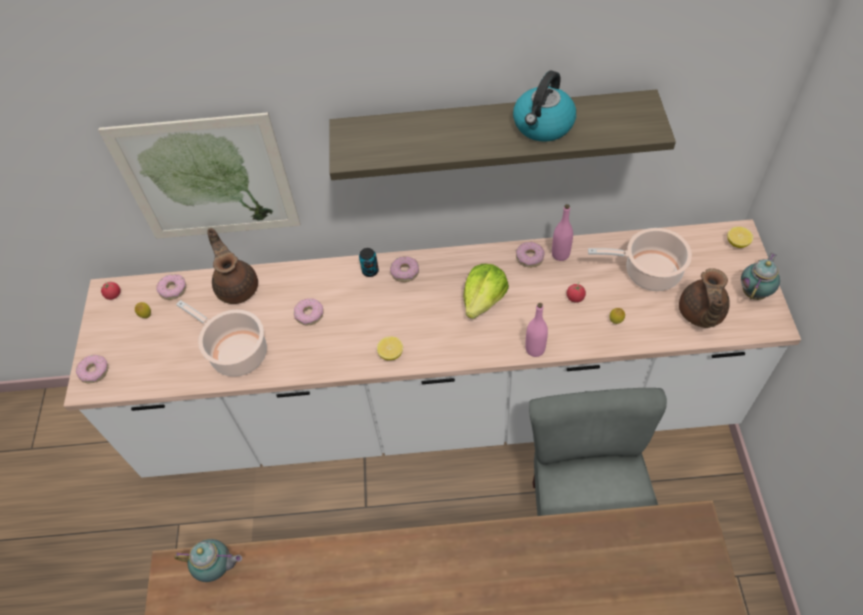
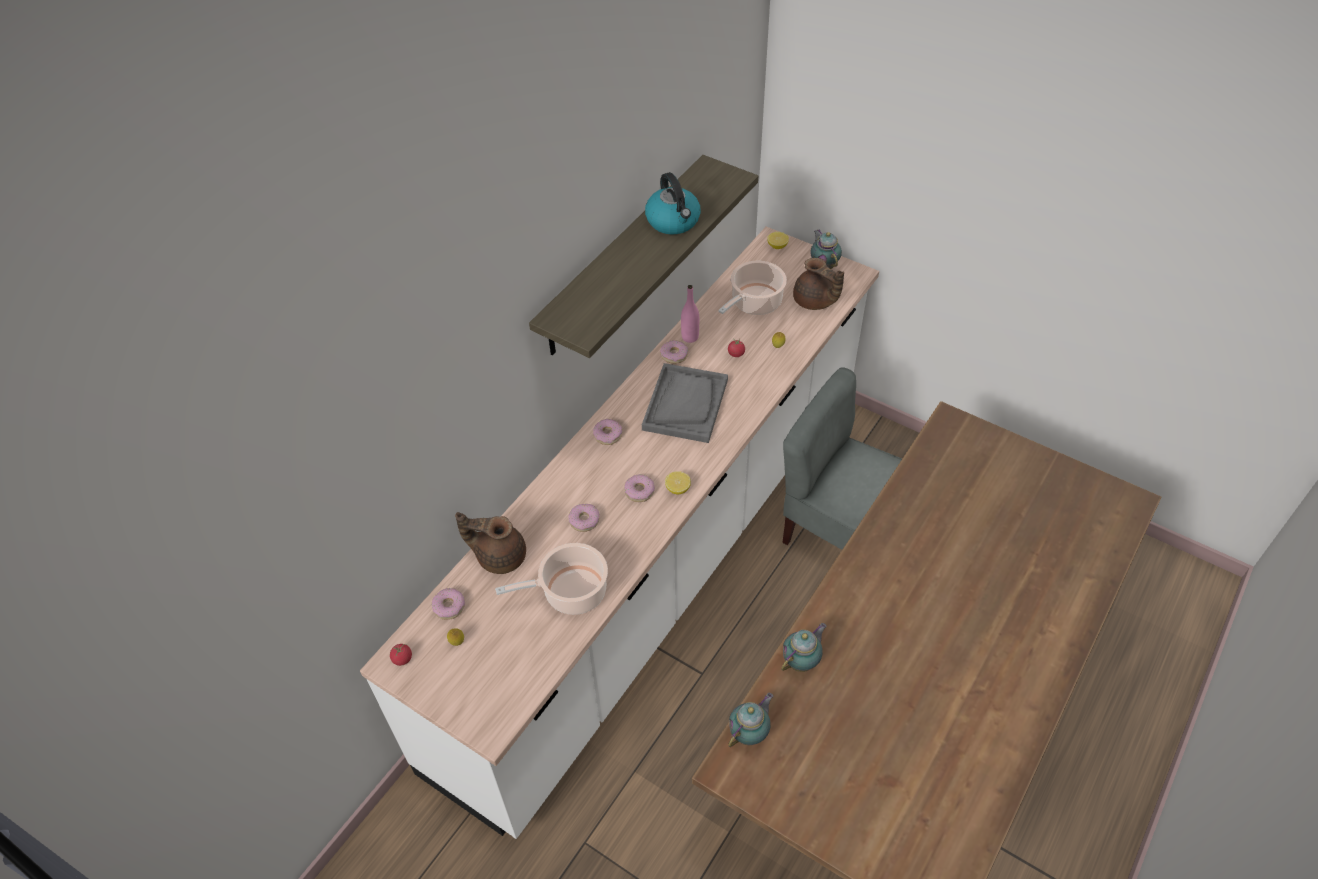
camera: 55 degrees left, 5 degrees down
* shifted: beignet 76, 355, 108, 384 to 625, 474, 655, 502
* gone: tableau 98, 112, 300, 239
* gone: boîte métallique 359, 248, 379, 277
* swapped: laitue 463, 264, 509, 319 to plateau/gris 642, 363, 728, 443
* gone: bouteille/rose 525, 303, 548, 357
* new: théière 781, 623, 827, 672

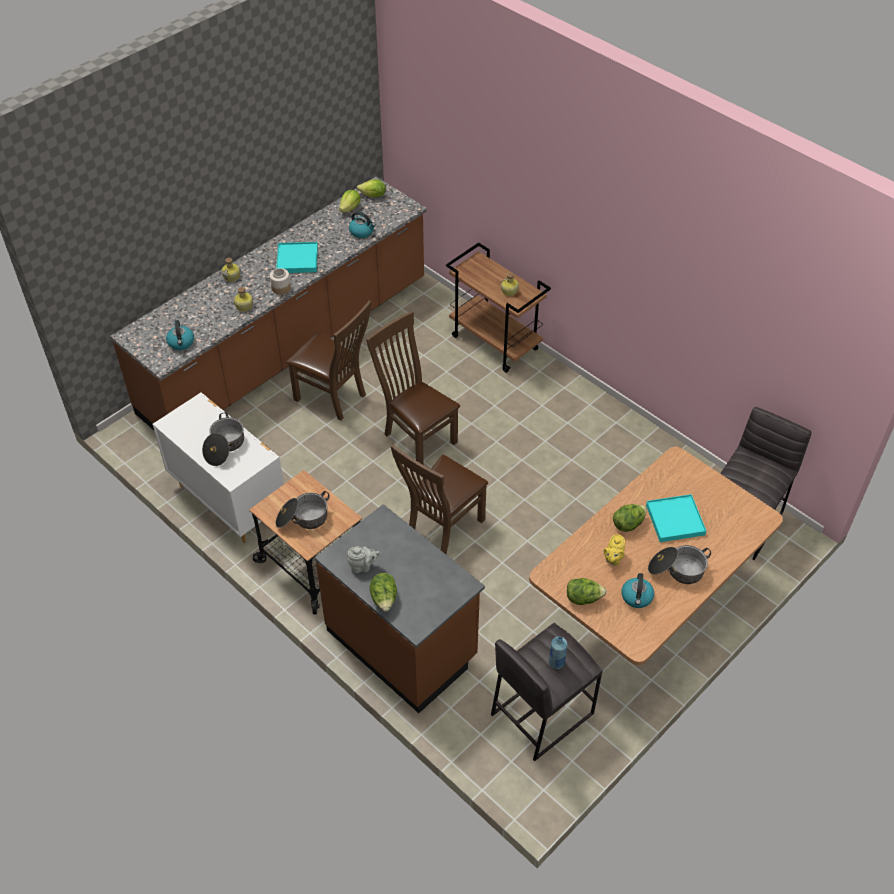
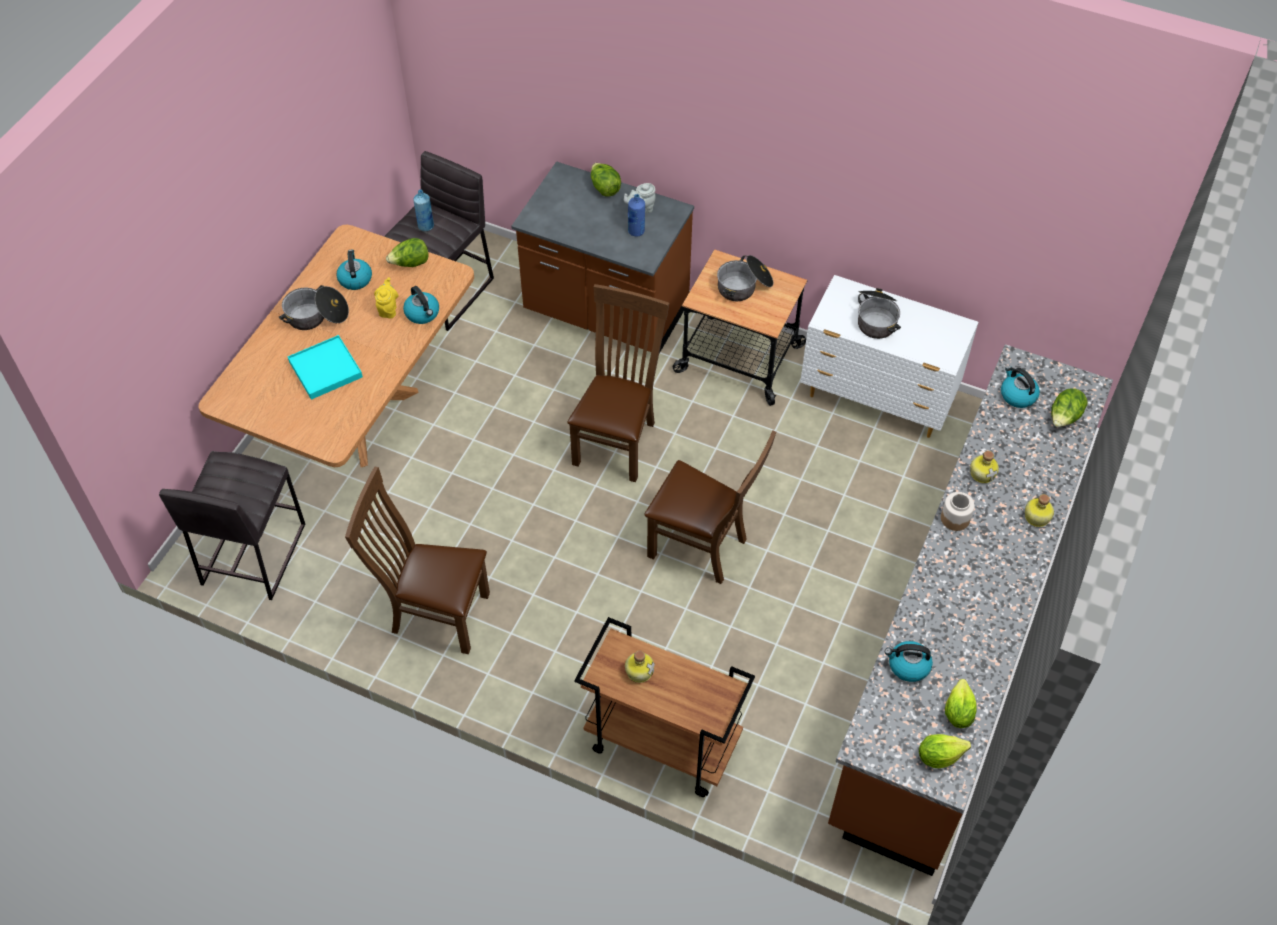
camera: 160 degrees right, 5 degrees up
* gone: plateau/turquoise 276, 242, 318, 273
* shifted: chaise/marron 286, 300, 372, 421 to 345, 466, 490, 654
* shifted: laitue 613, 504, 647, 532 to 1051, 389, 1088, 427
* new: bouilloire 403, 286, 439, 324
* new: bouteille/bleu 628, 194, 645, 237

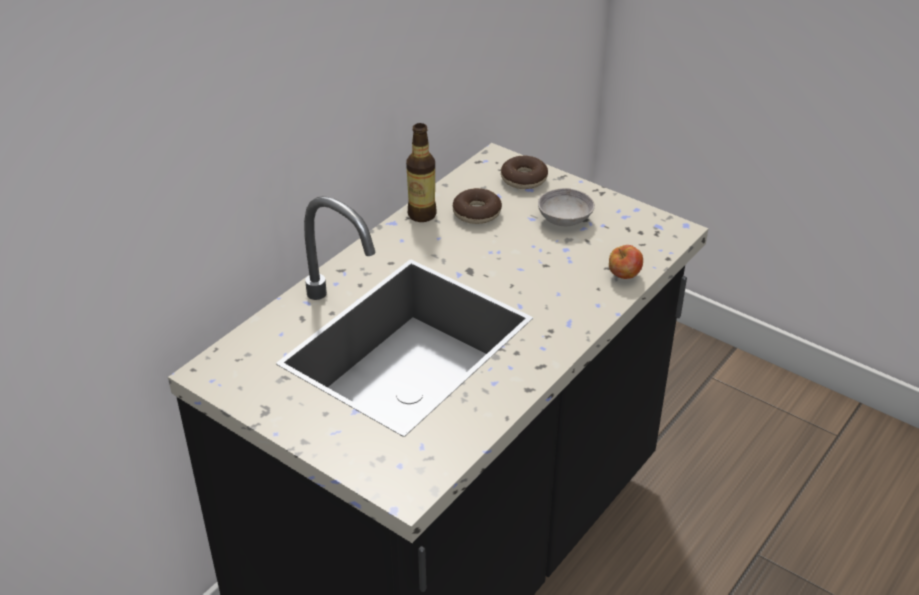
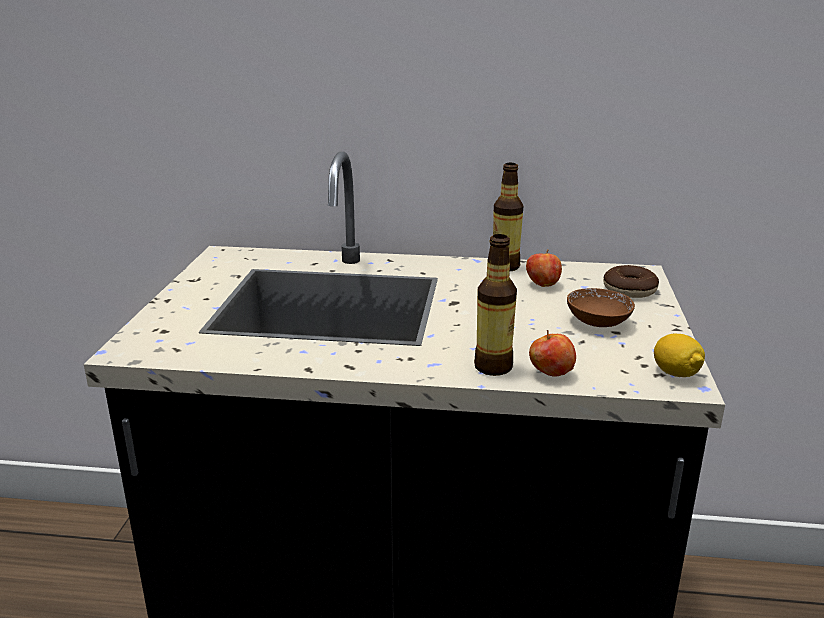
camera: 60 degrees right, 15 degrees down
* swapped: beignet 453, 188, 502, 224 to pomme 526, 249, 562, 287
* repainted: bol/gris 538, 188, 595, 226 to bol/marron 567, 288, 635, 327
* new: bouteille 474, 234, 517, 376
* new: citron 654, 334, 705, 377

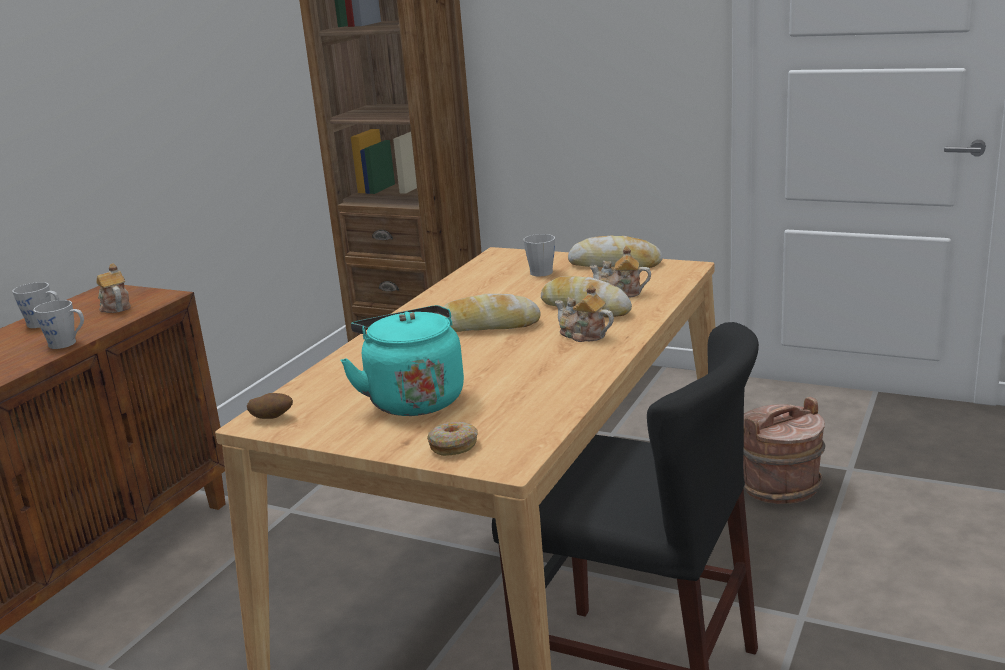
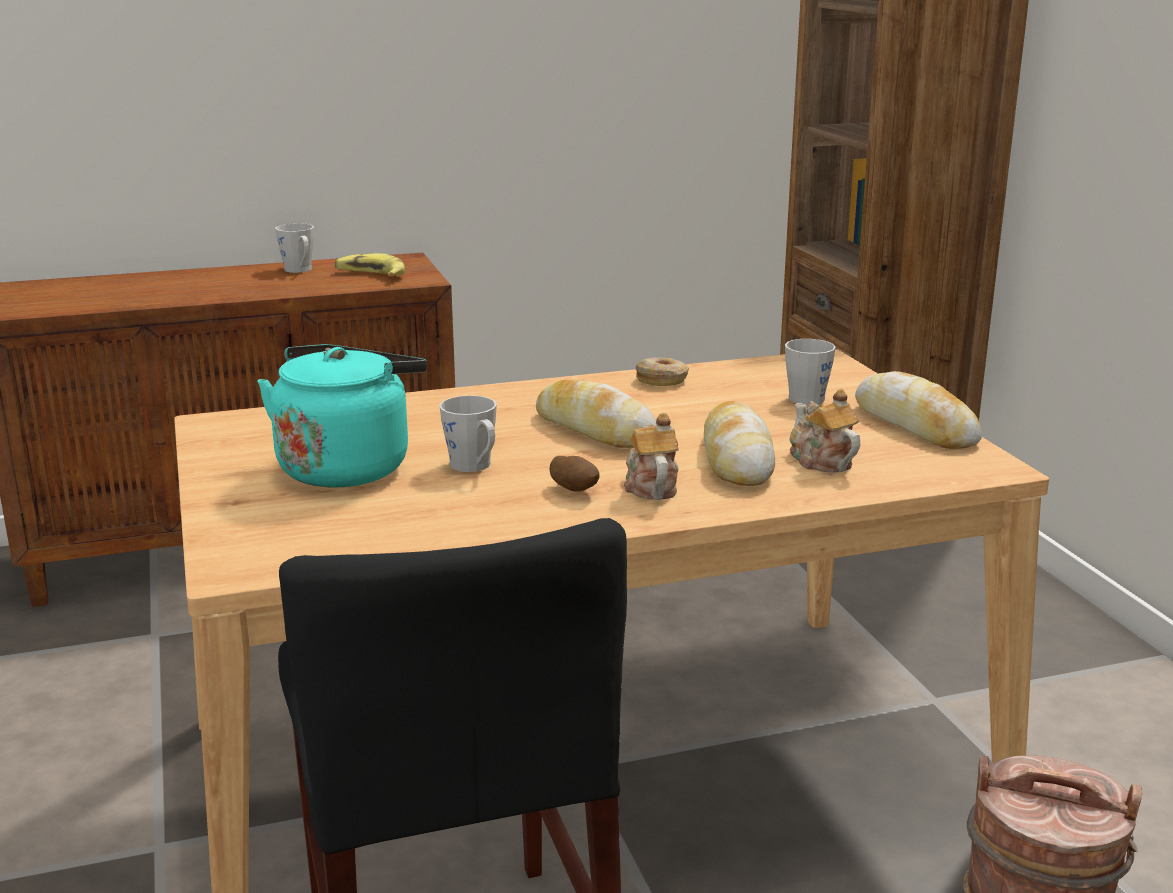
camera: 45 degrees right, 0 degrees up
* shifted: mug/gris 33, 300, 84, 349 to 439, 395, 497, 472
* swapped: théière 96, 263, 131, 313 to banane 335, 253, 405, 277
* shifted: pomme de terre 247, 393, 293, 419 to 550, 456, 600, 492
* shifted: beignet 427, 422, 478, 456 to 636, 357, 689, 386

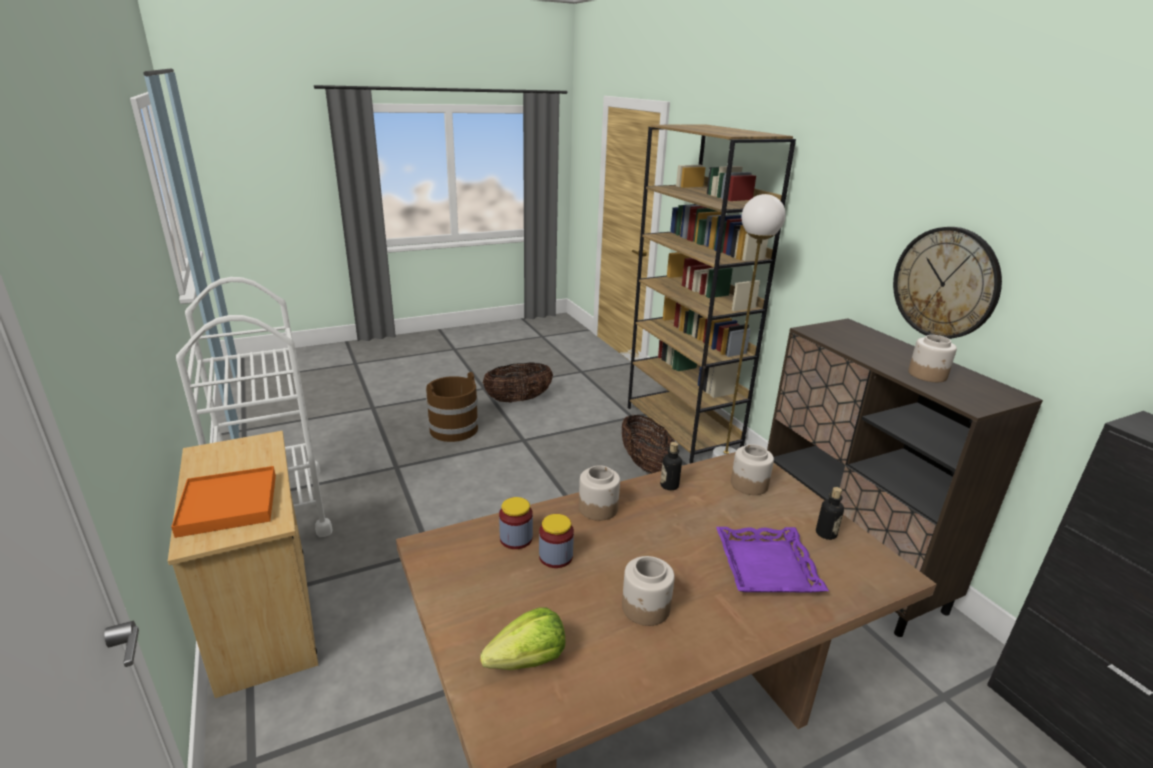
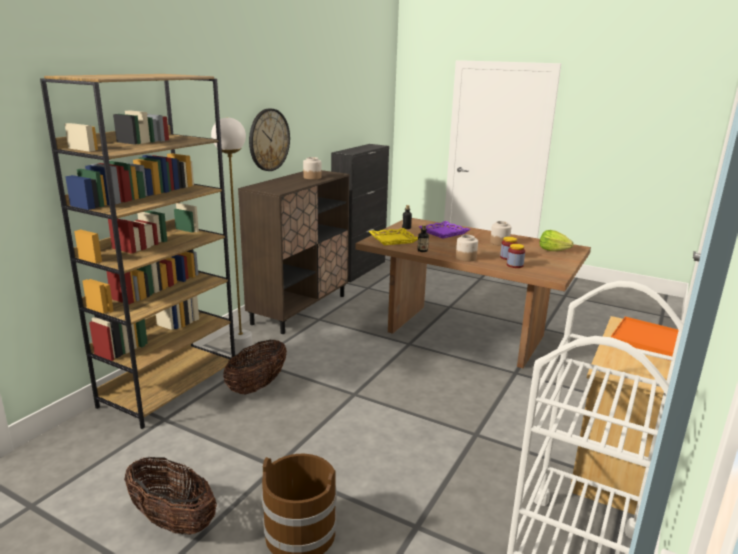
camera: 125 degrees left, 5 degrees down
* swapped: bocal 731, 444, 774, 495 to plateau/jaune 369, 228, 418, 245

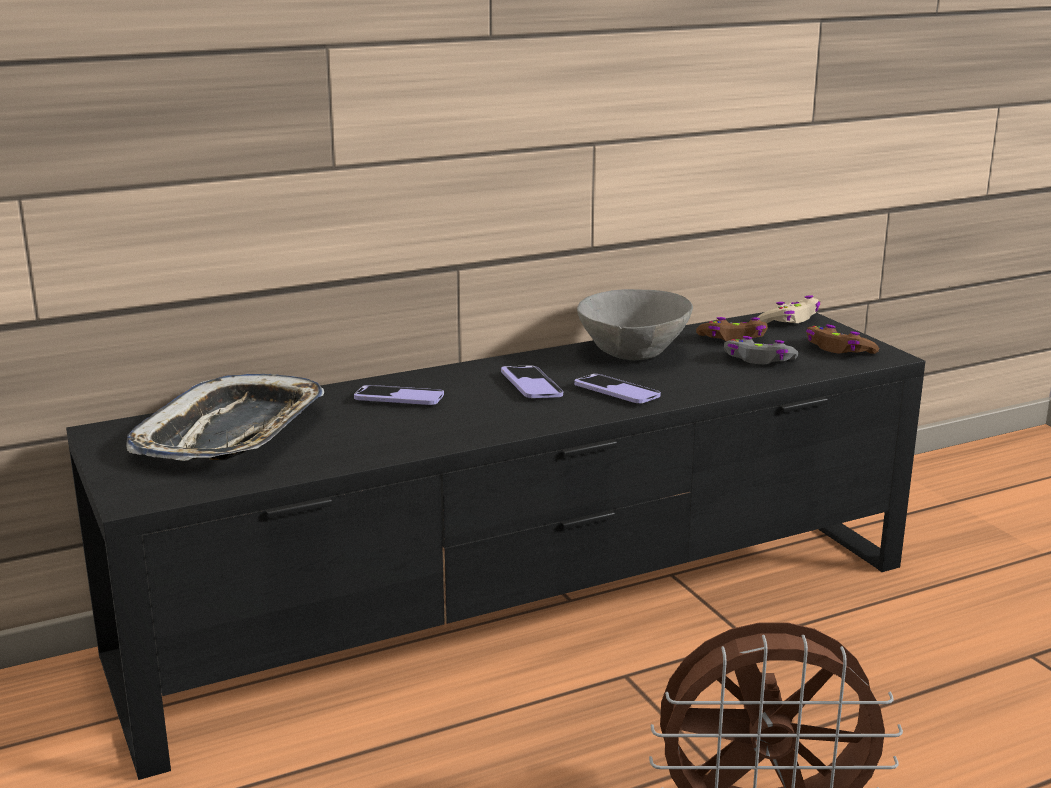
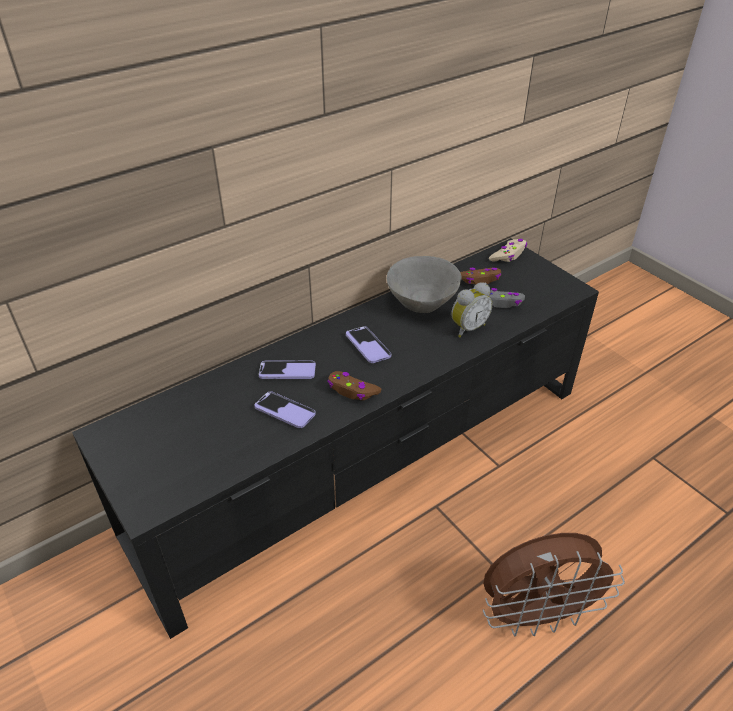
camera: 10 degrees left, 20 degrees up
* gone: plateau 126, 374, 324, 461
* shifted: téléphone 574, 374, 661, 403 to 254, 391, 316, 428
* shifted: manette/marron 806, 325, 879, 354 to 327, 371, 381, 400
* new: réveil 451, 282, 493, 337

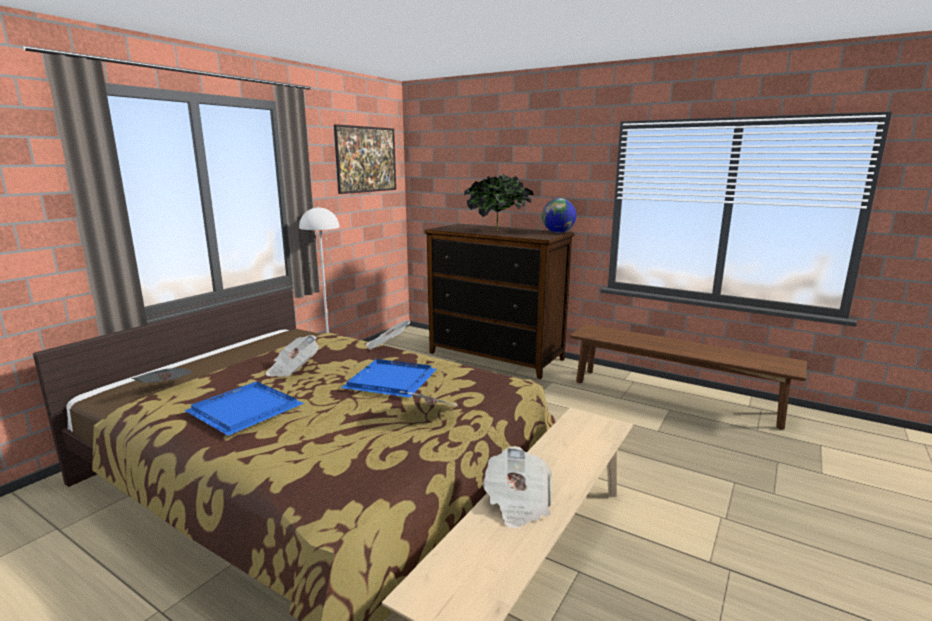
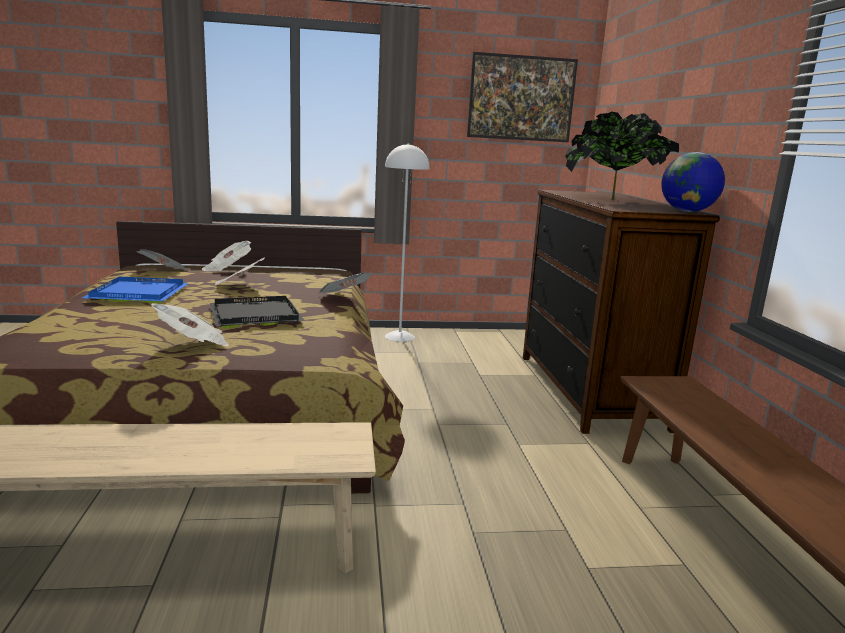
camera: 50 degrees right, 0 degrees up
* repainted: plateau/bleu 341, 359, 437, 398 to plateau/noir 210, 296, 305, 328
* shifted: journal 483, 446, 552, 529 to 202, 241, 251, 272

